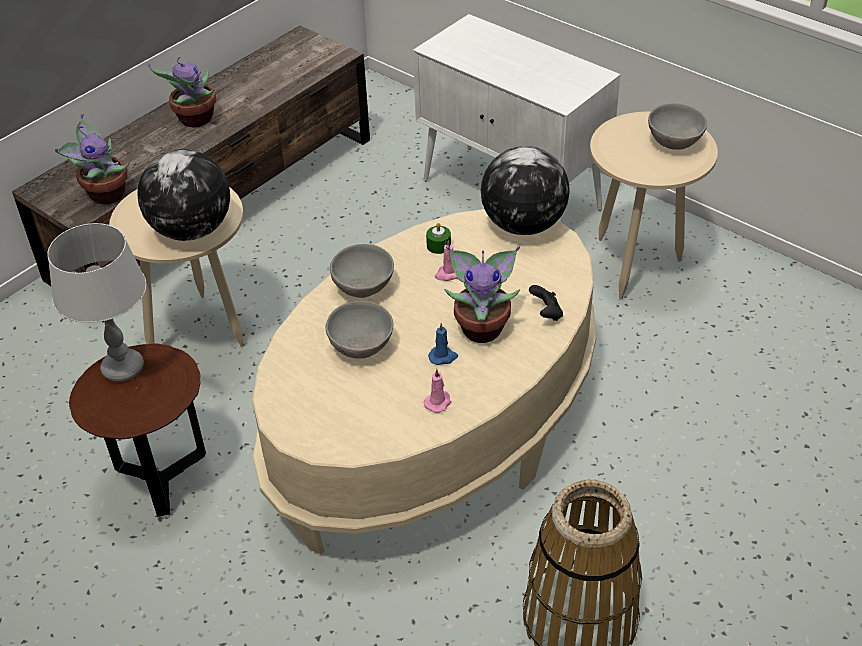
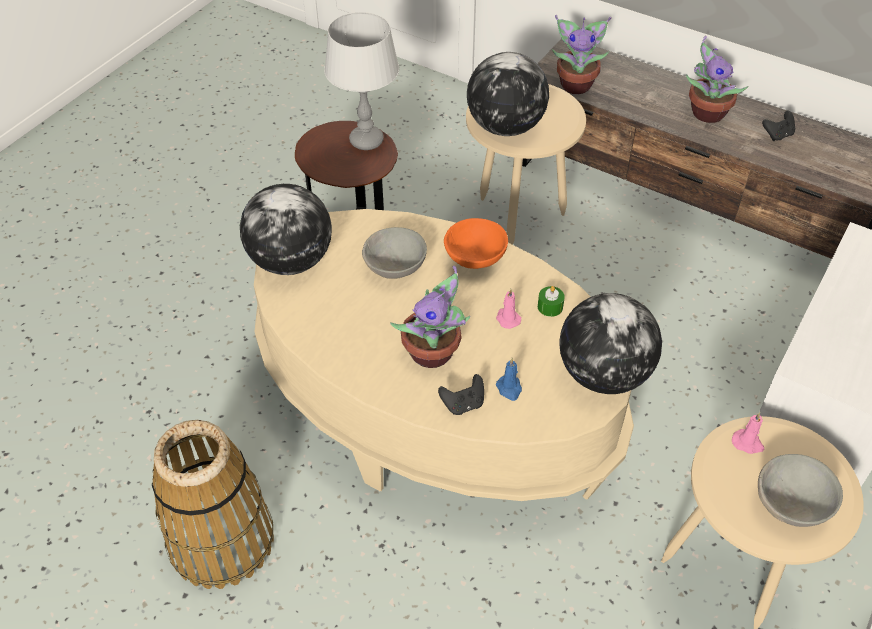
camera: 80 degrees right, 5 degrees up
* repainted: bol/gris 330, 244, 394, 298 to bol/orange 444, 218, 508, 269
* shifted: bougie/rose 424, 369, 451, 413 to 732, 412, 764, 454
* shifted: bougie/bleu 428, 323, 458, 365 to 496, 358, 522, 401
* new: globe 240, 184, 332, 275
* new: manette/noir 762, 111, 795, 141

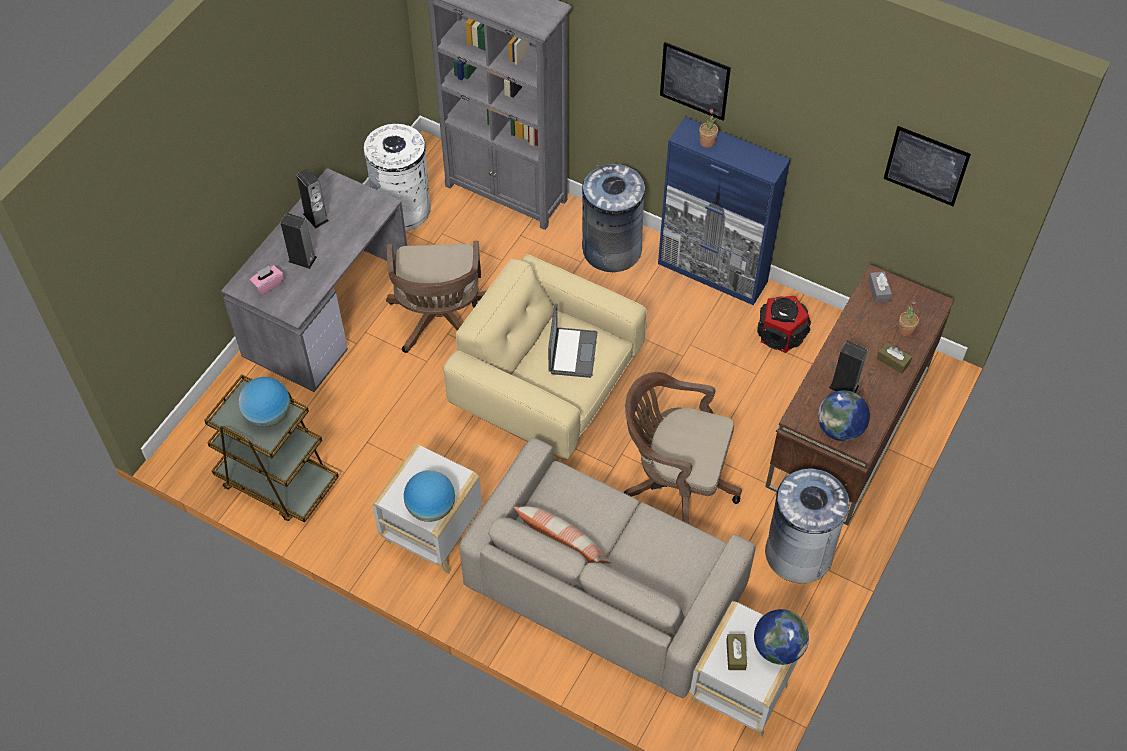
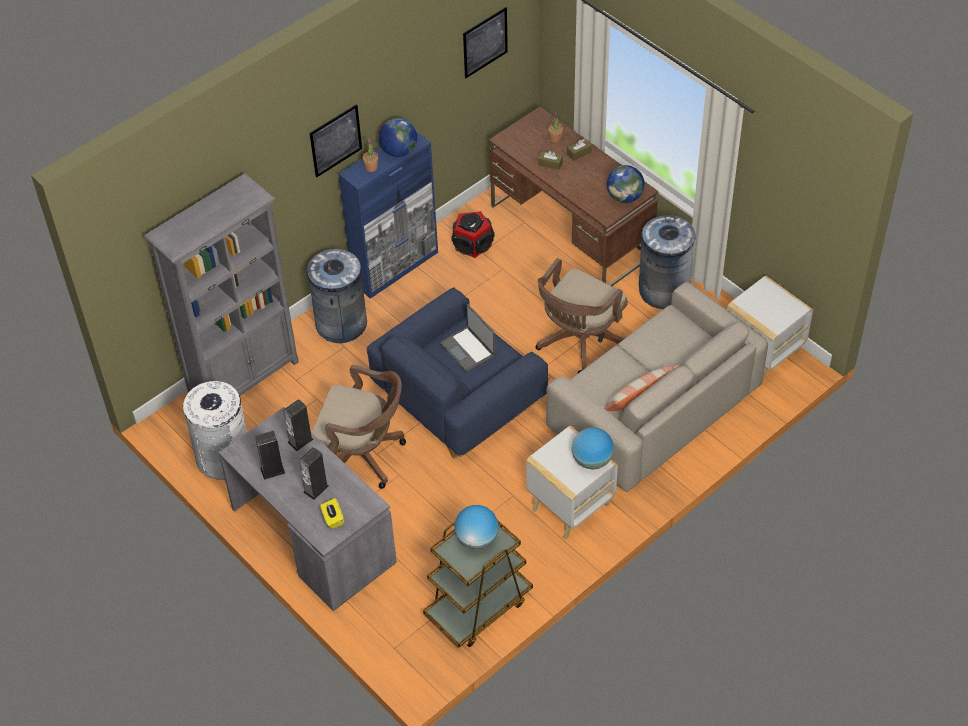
camera: 70 degrees left, 5 degrees down
* repainted: boîte à mouchoirs/rose 250, 265, 283, 295 to boîte à mouchoirs/jaune 320, 498, 344, 529
* repainted: fauteuil/beige 442, 254, 647, 460 to fauteuil/bleu 367, 287, 548, 459
* rotated: ordinateur portable 548, 303, 597, 378 = 440, 304, 495, 372 150 degrees counterclockwise
* shifted: boîte à mouchoirs/marron 726, 634, 747, 670 to 538, 151, 563, 170
* shifted: globe 754, 609, 809, 665 to 379, 118, 417, 157
* shifted: enceinte 829, 341, 868, 393 to 283, 399, 314, 451
* gone: boîte à mouchoirs/gris 868, 271, 892, 303

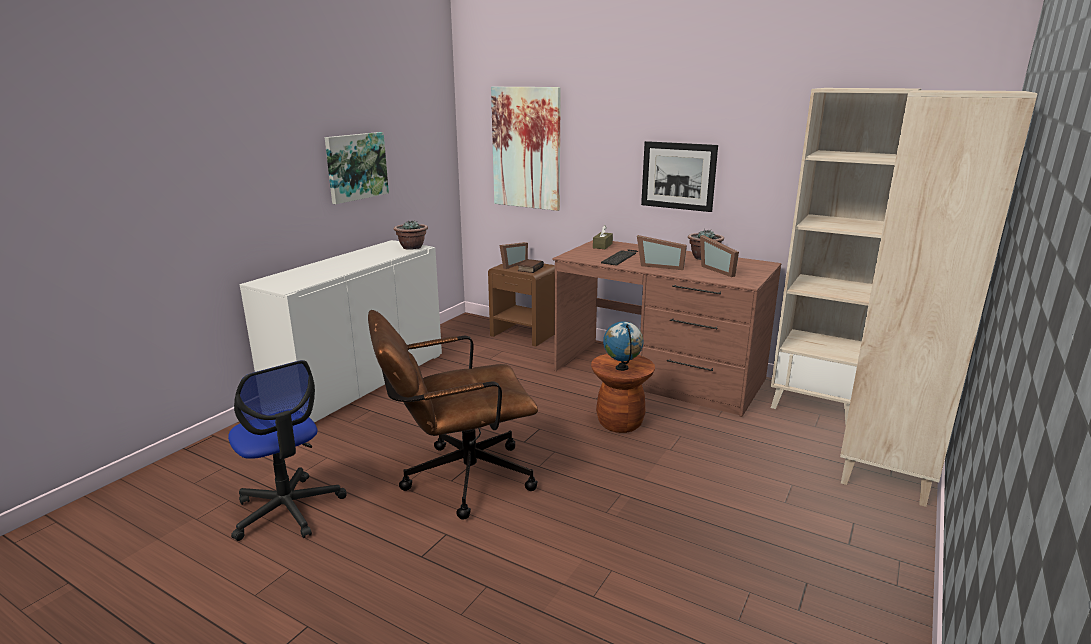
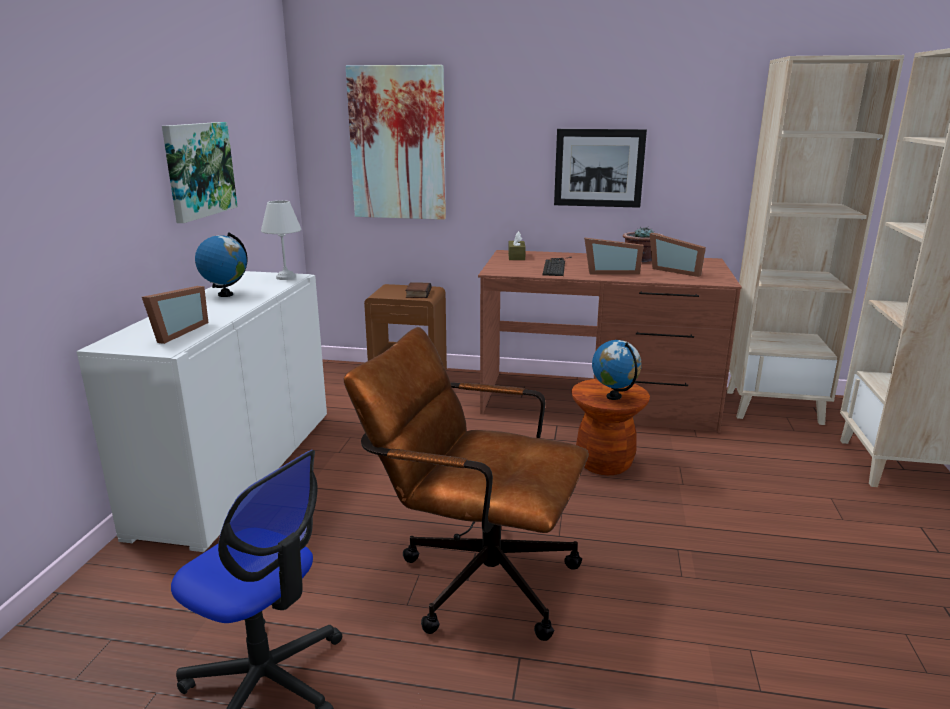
camera: 20 degrees left, 0 degrees up
* rotated: chaise de bureau/marron 368, 310, 538, 520 = 344, 327, 589, 641 60 degrees clockwise
* swapped: plante en pot 394, 220, 428, 250 to lampe de table/blanc 261, 200, 301, 280
* shifted: cadre photo 500, 242, 528, 269 to 142, 286, 208, 344
* new: globe 195, 232, 248, 297

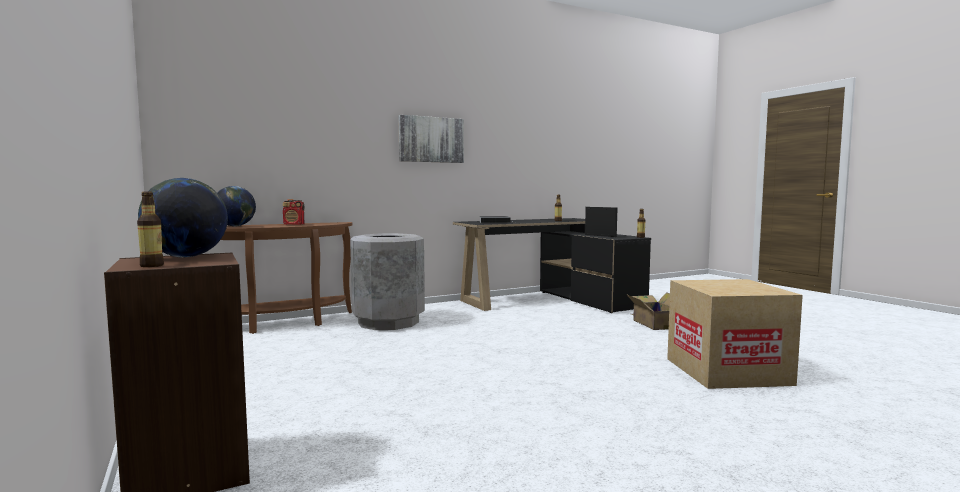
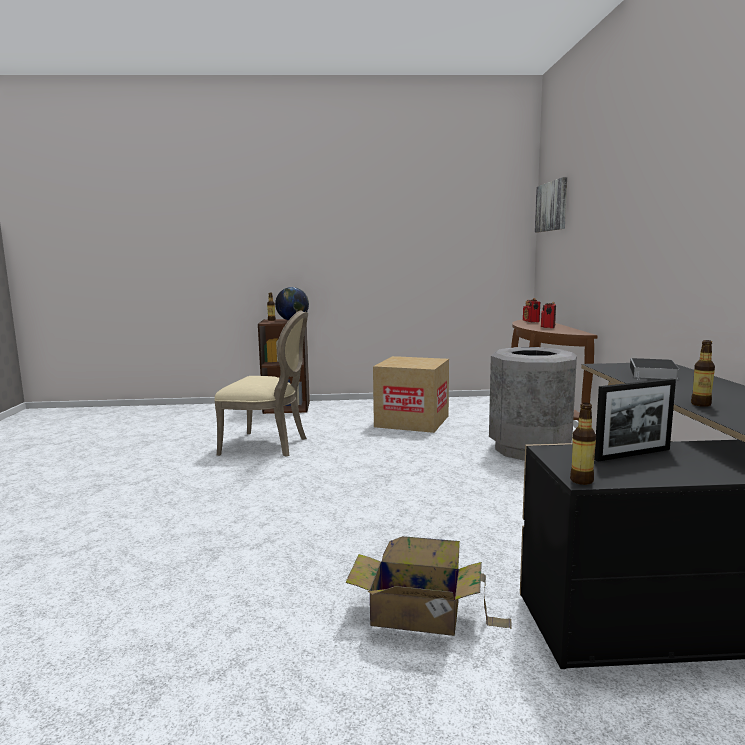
camera: 115 degrees right, 5 degrees up
* swapped: globe 217, 186, 256, 226 to radio 523, 298, 540, 322
* shifted: tableau 398, 115, 464, 163 to 535, 177, 567, 232
* shifted: carton 667, 279, 803, 389 to 373, 356, 449, 433
* new: chaise/beige 214, 311, 308, 457

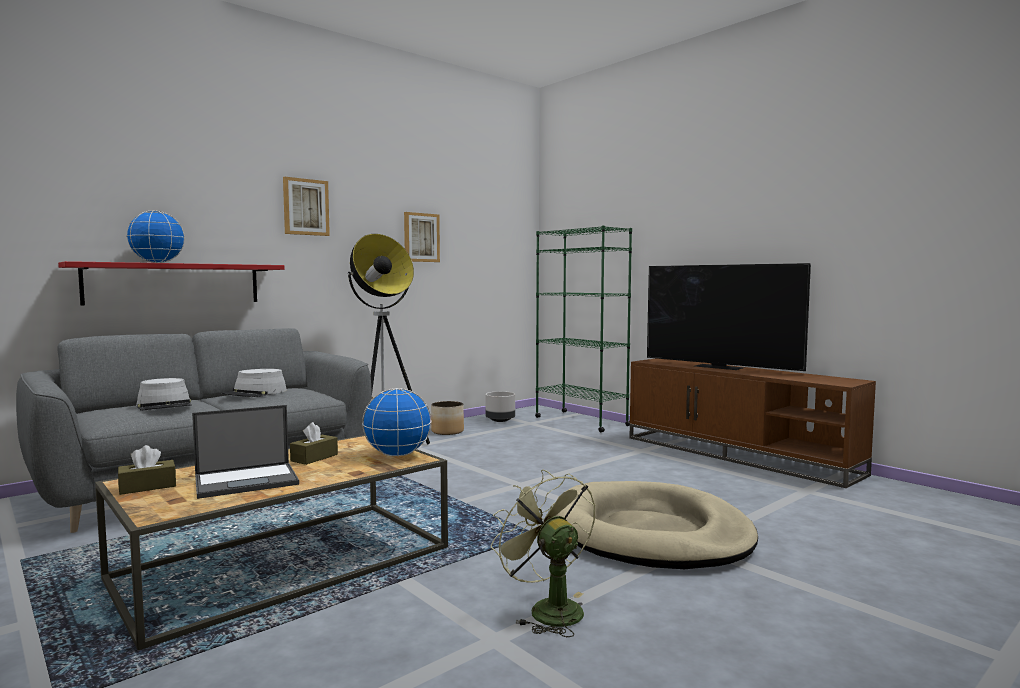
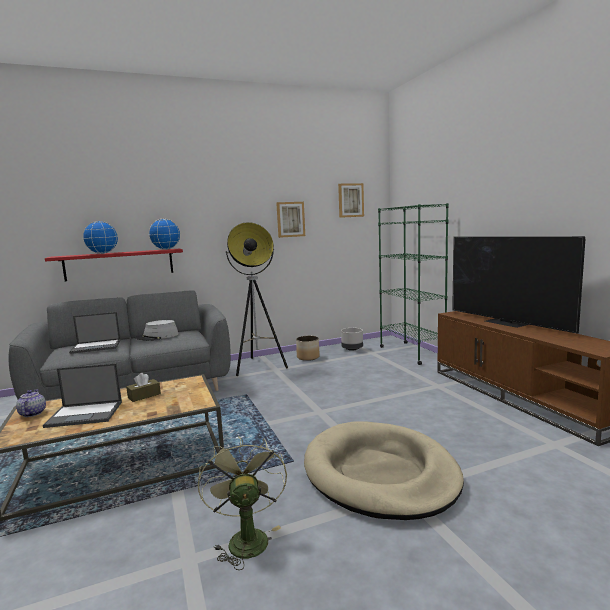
camera: 20 degrees right, 5 degrees up
* swapped: boîte à mouchoirs/marron 118, 445, 176, 495 to théière 16, 389, 46, 417
* swapped: chapeau/gris 136, 378, 192, 411 to ordinateur portable 69, 312, 121, 354
* shifted: tableau 283, 177, 330, 236 to 338, 183, 364, 218
* shifted: globe 362, 388, 431, 456 to 149, 219, 181, 250

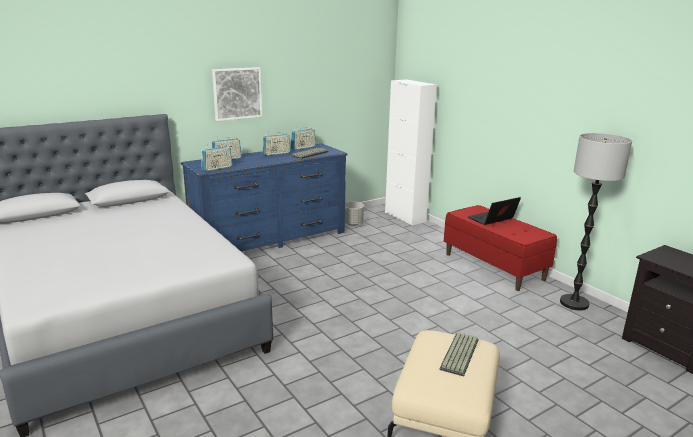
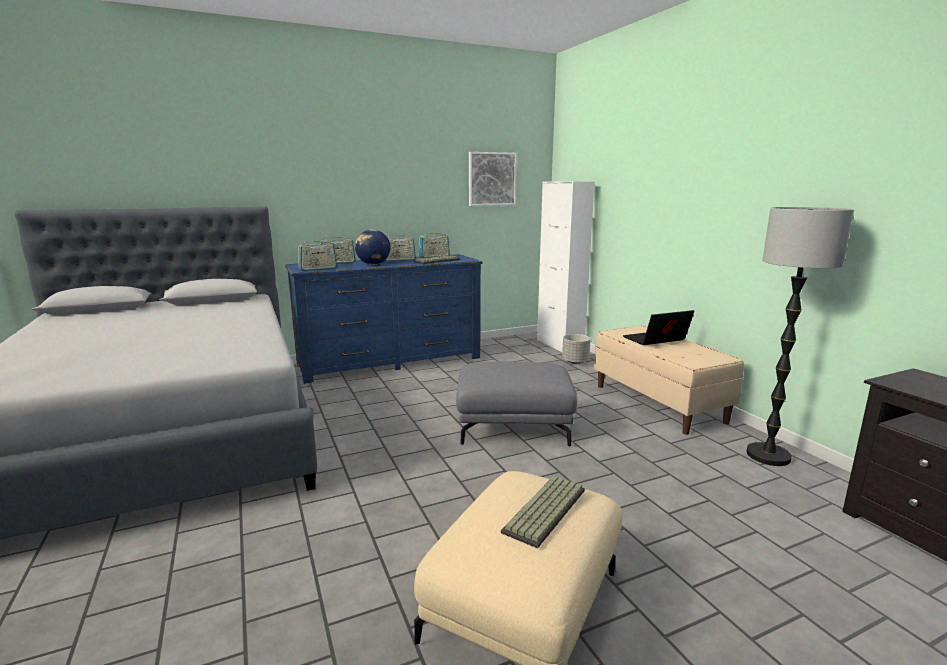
camera: 10 degrees right, 5 degrees down
* shifted: tableau 212, 67, 262, 121 to 469, 152, 517, 206
* shifted: cache-pot/gris 345, 202, 364, 225 to 562, 334, 591, 364
* repainted: banc/rouge 444, 205, 557, 291 to banc/beige 594, 326, 744, 435
* new: globe 355, 229, 390, 265
* new: pouf/gris 456, 362, 577, 447

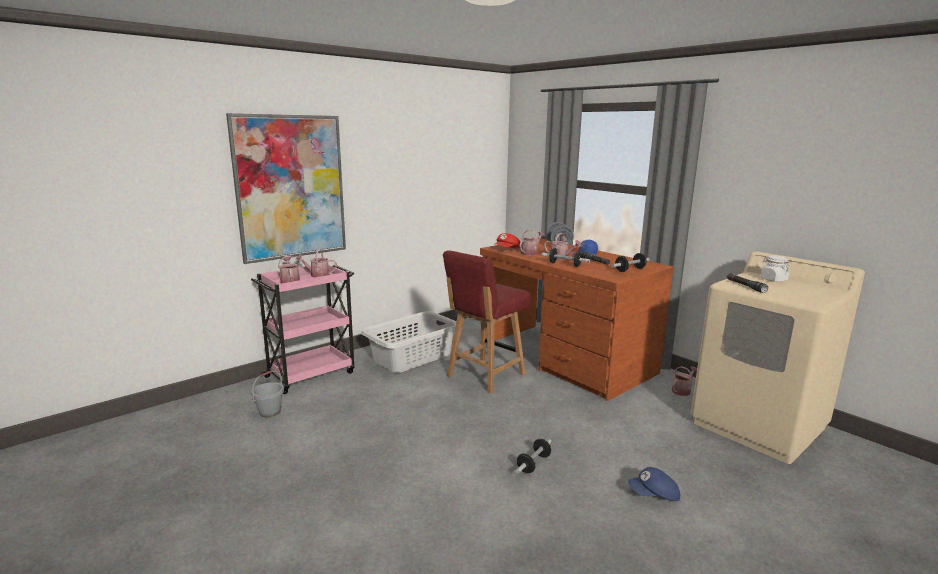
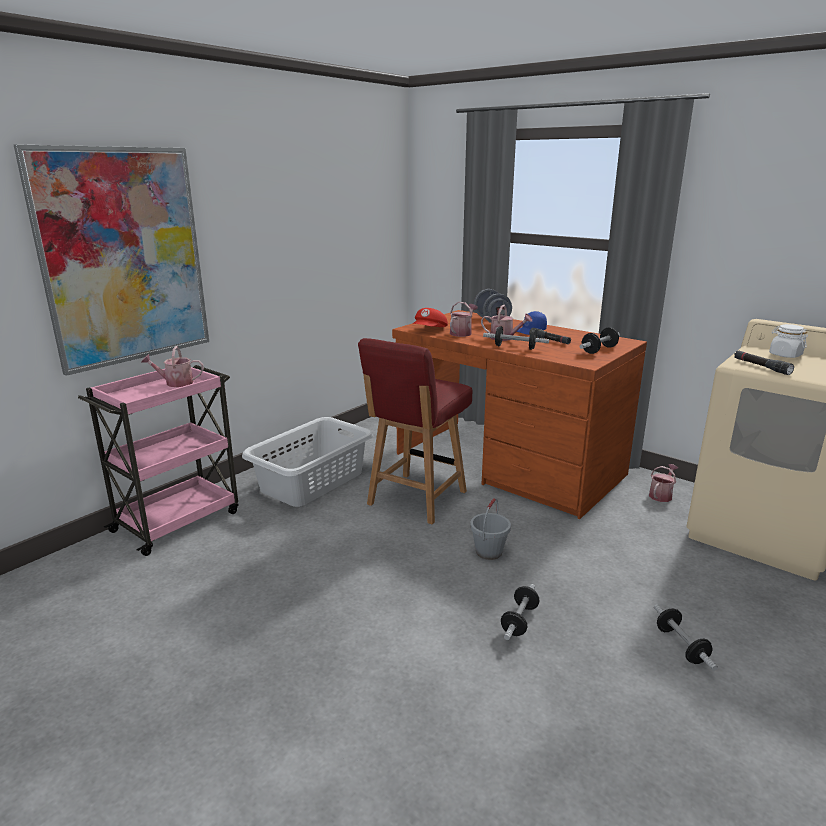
camera: 10 degrees left, 5 degrees up
* shifted: seau/gris 251, 370, 284, 417 to 470, 498, 511, 560
* gone: arrosoir 278, 256, 300, 283
* swapped: casquette/bleu 628, 467, 680, 501 to haltère 654, 604, 718, 671

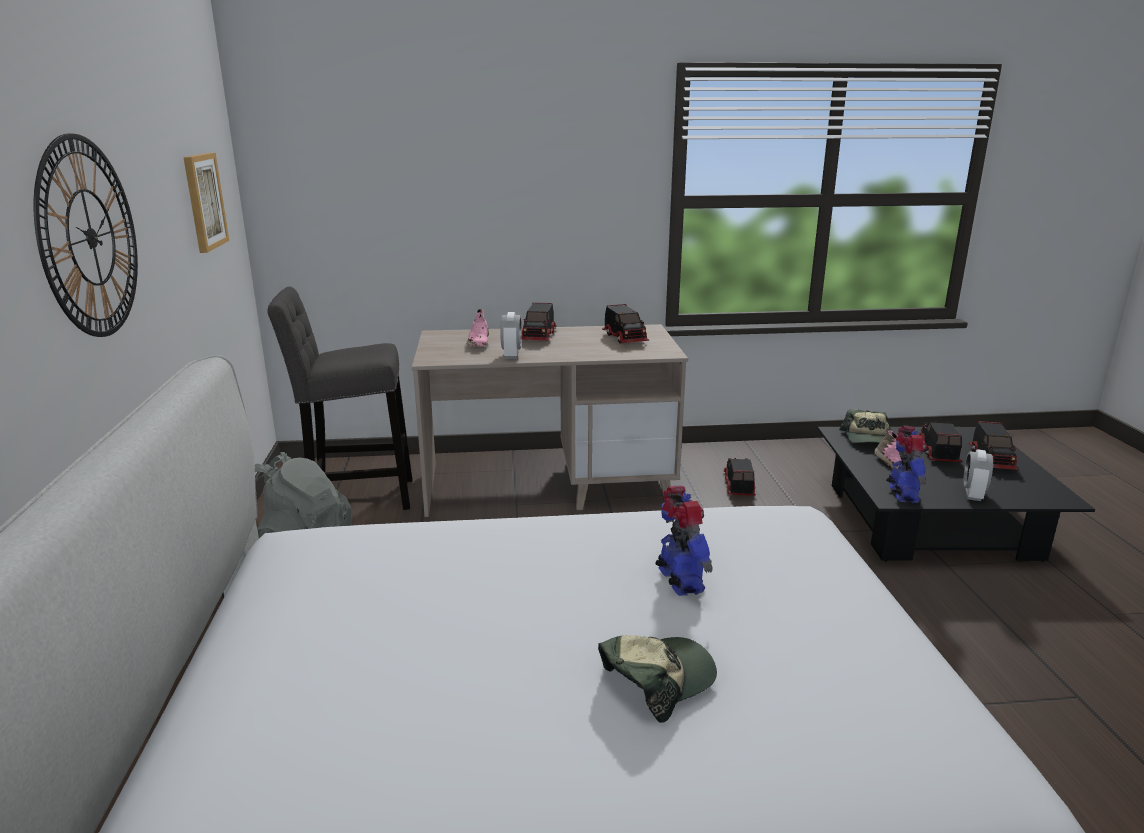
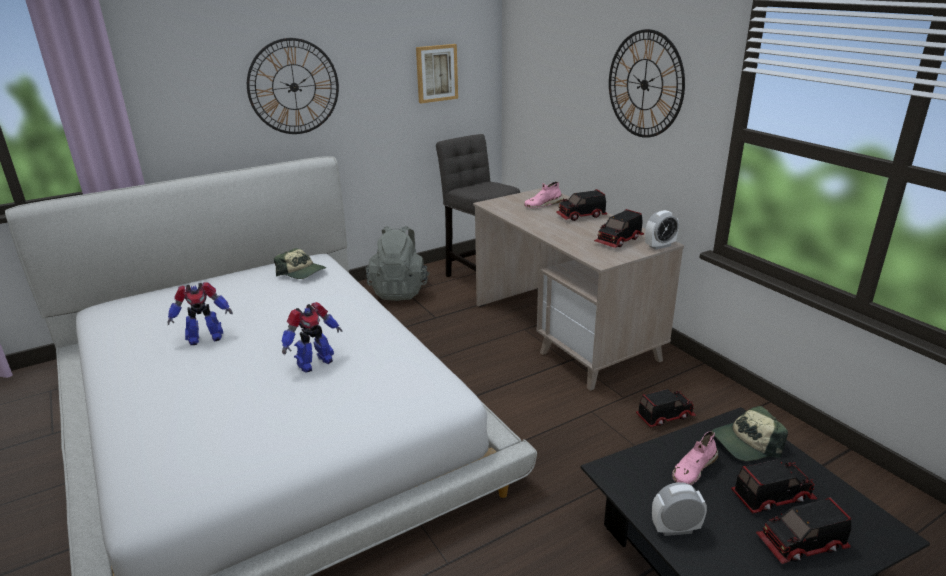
camera: 65 degrees right, 5 degrees up
* shifted: réveil 500, 312, 522, 359 to 645, 210, 679, 250
* shifted: casquette 598, 635, 717, 723 to 274, 248, 326, 279
* shifted: robot jouet 886, 426, 927, 503 to 167, 282, 233, 345
* new: horloge murale 609, 29, 685, 138

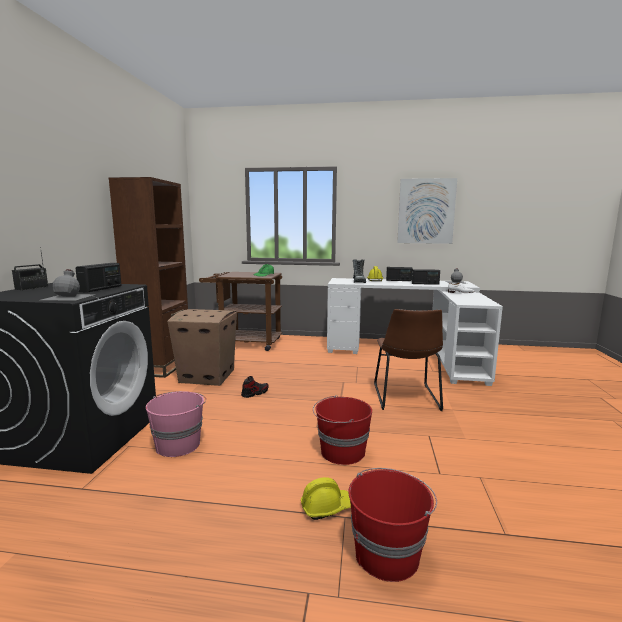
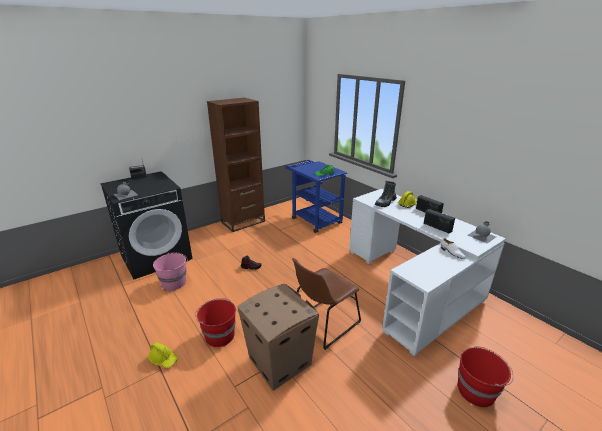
camera: 45 degrees right, 15 degrees up
* gone: radio 75, 263, 121, 293
* shifted: carton 167, 309, 237, 386 to 237, 284, 319, 390
* repainted: chariot/marron 199, 272, 282, 351 to chariot/bleu 285, 160, 347, 233
* shifted: seau/rouge 348, 468, 437, 582 to 457, 346, 514, 407
* gone: tableau 397, 178, 457, 244

